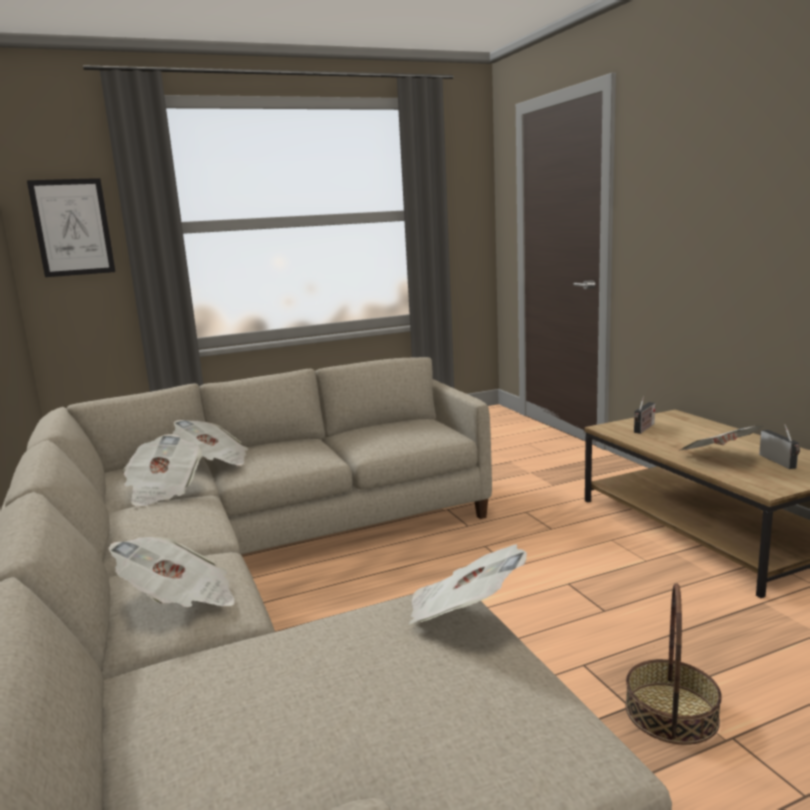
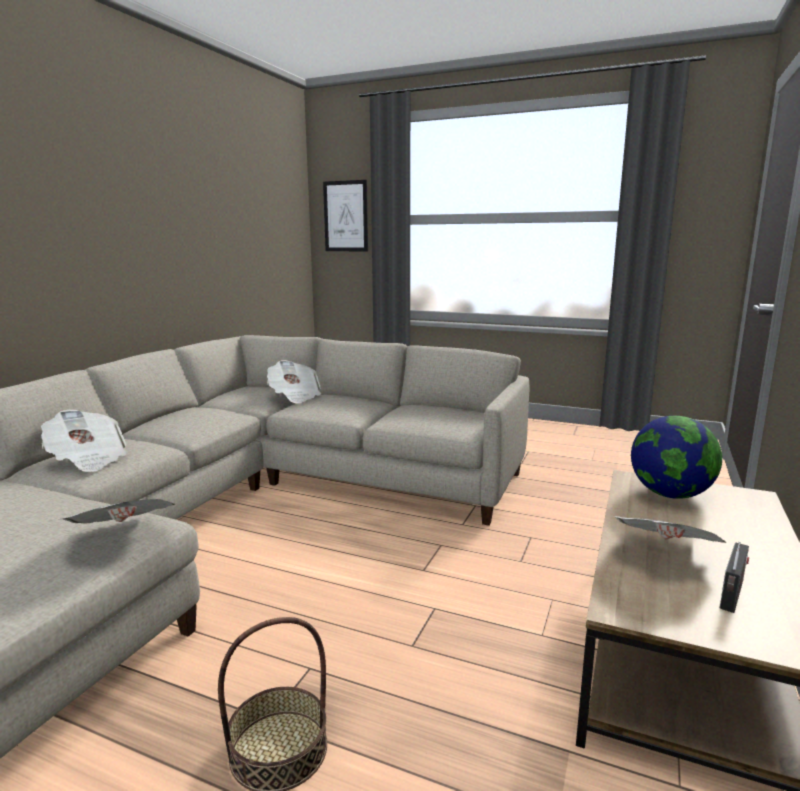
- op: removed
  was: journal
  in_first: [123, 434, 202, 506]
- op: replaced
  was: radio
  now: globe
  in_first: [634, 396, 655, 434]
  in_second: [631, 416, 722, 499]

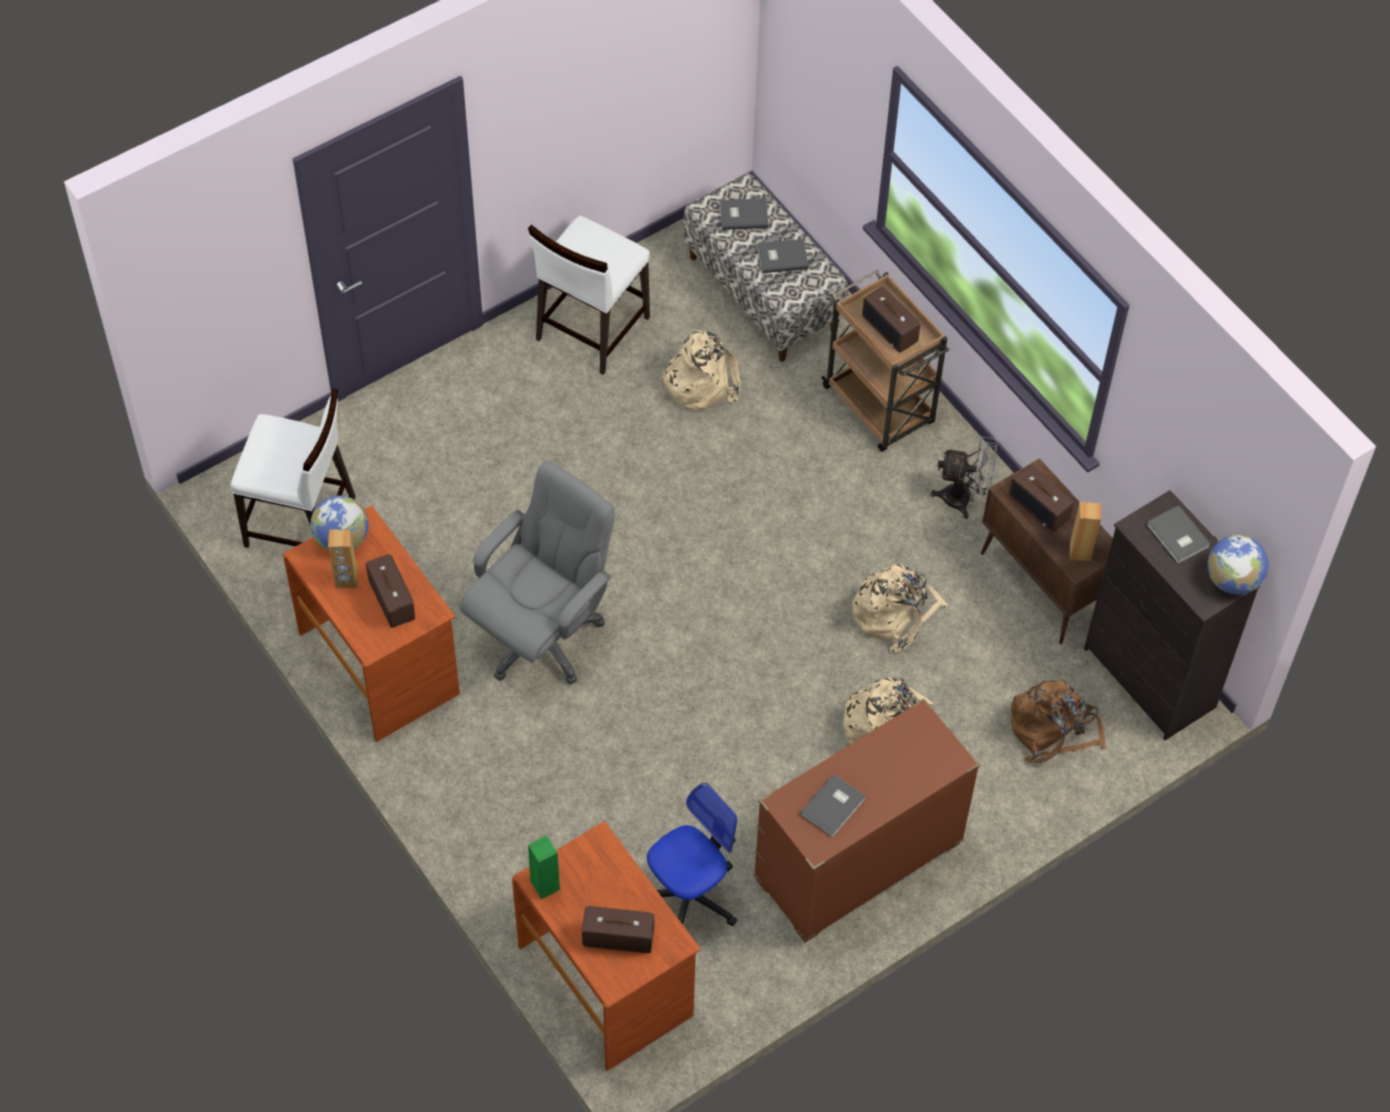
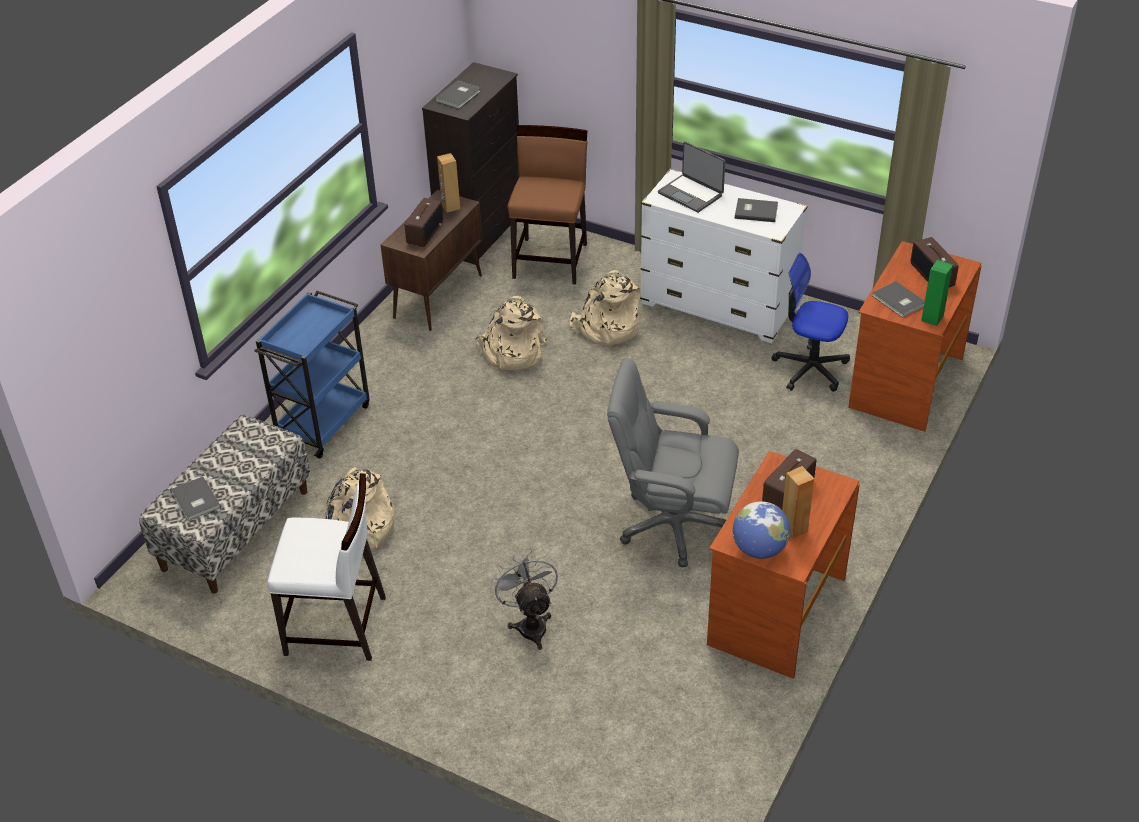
- op: removed
  was: chaise/blanc
  in_first: [230, 388, 356, 548]
- op: removed
  was: radio
  in_first: [862, 286, 920, 353]
- op: removed
  was: globe
  in_first: [1208, 535, 1269, 595]
- op: added
  now: ordinateur portable
  in_second: [658, 141, 725, 213]
- op: moved
  was: livre/gris
  in_first: [757, 239, 809, 273]
  in_second: [873, 281, 925, 318]
- op: moved
  was: ventilateur/gris
  in_first: [930, 436, 997, 519]
  in_second: [492, 551, 558, 650]
- op: replaced
  was: sac à dos/marron
  now: chaise/marron
  in_first: [1011, 680, 1106, 763]
  in_second: [508, 125, 588, 284]
- op: recoloured
  was: commode/marron
  now: commode/blanc
  in_first: [753, 699, 980, 942]
  in_second: [640, 169, 808, 343]
- op: recoloured
  was: chariot/marron
  now: chariot/bleu
  in_first: [821, 270, 949, 452]
  in_second: [254, 291, 370, 459]

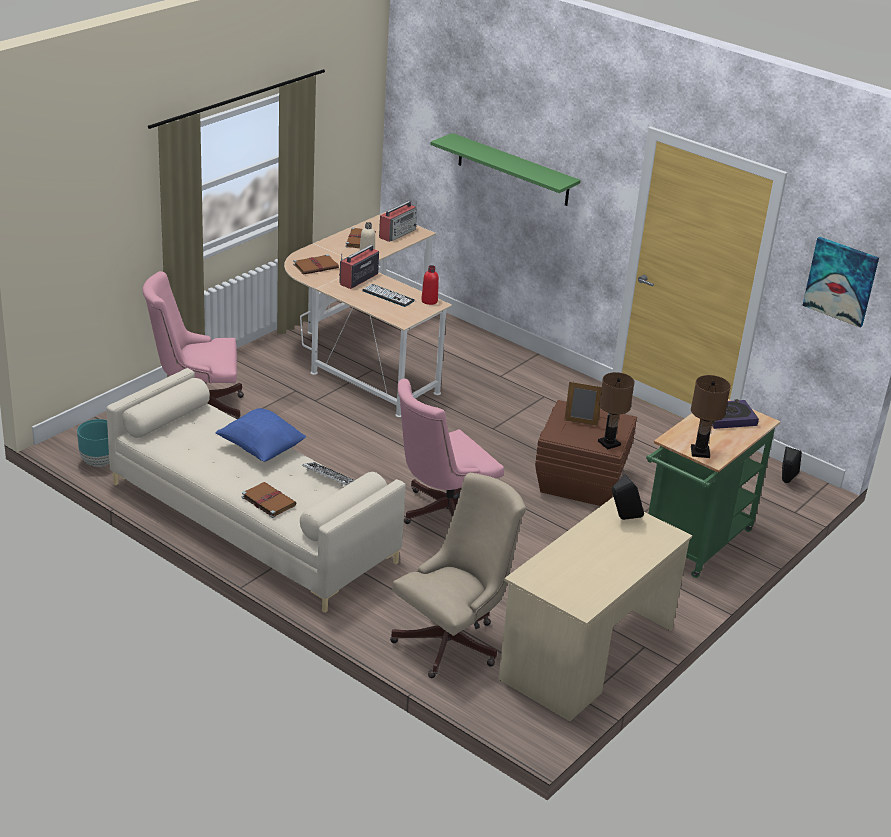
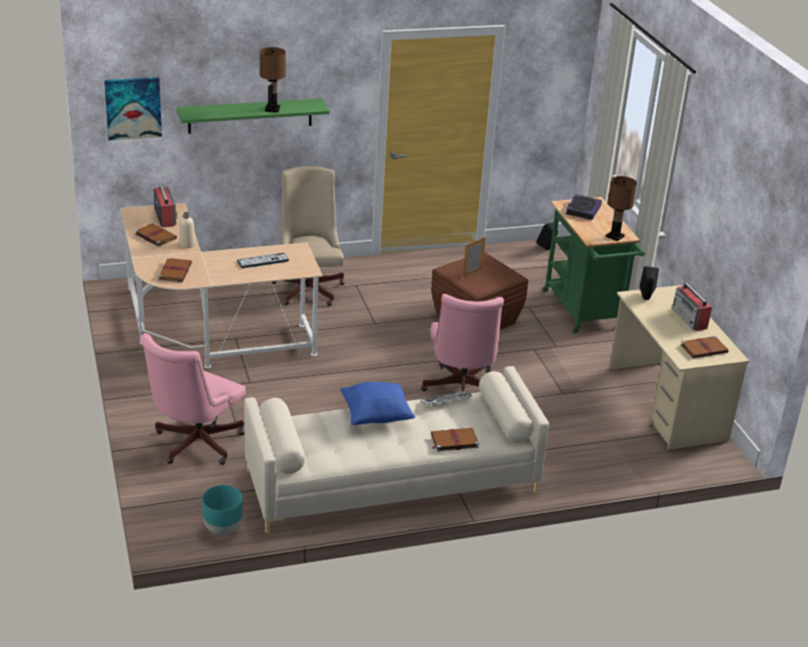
- op: removed
  was: bouteille/rouge
  in_first: [421, 265, 439, 305]
- op: added
  now: livre/marron
  in_second: [680, 336, 729, 358]
- op: moved
  was: radio
  in_first: [339, 245, 379, 289]
  in_second: [672, 283, 712, 331]
- op: moved
  was: chaise de bureau/beige
  in_first: [390, 473, 526, 678]
  in_second: [272, 166, 345, 306]
- op: moved
  was: lampe de table/marron
  in_first: [598, 372, 635, 450]
  in_second: [260, 47, 286, 112]
- op: moved
  was: tableau
  in_first: [802, 237, 879, 328]
  in_second: [104, 77, 162, 140]

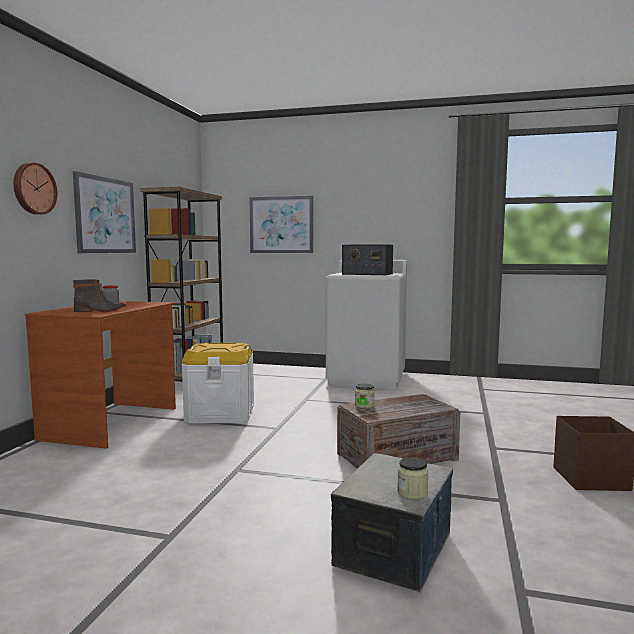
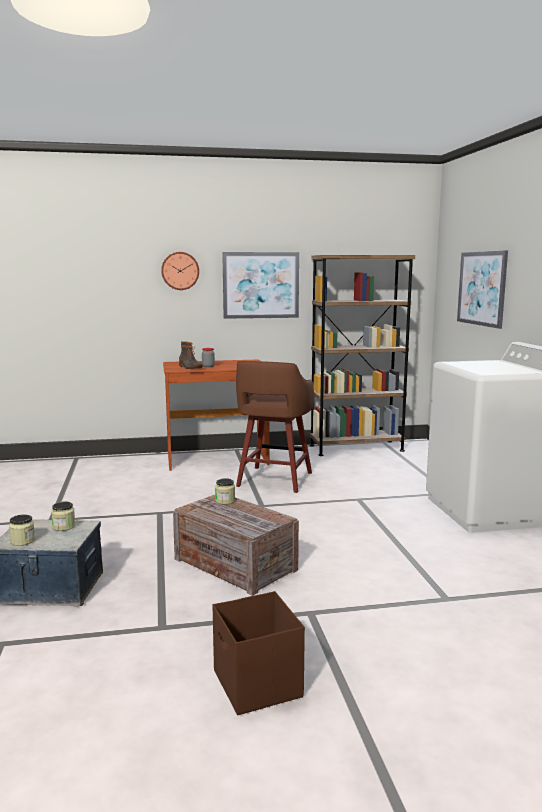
- op: removed
  was: radio
  in_first: [342, 245, 393, 275]
- op: added
  now: bocal
  in_second: [51, 502, 75, 531]
- op: replaced
  was: boîte de rangement/blanc
  now: tabouret/marron
  in_first: [182, 343, 254, 423]
  in_second: [236, 361, 314, 493]

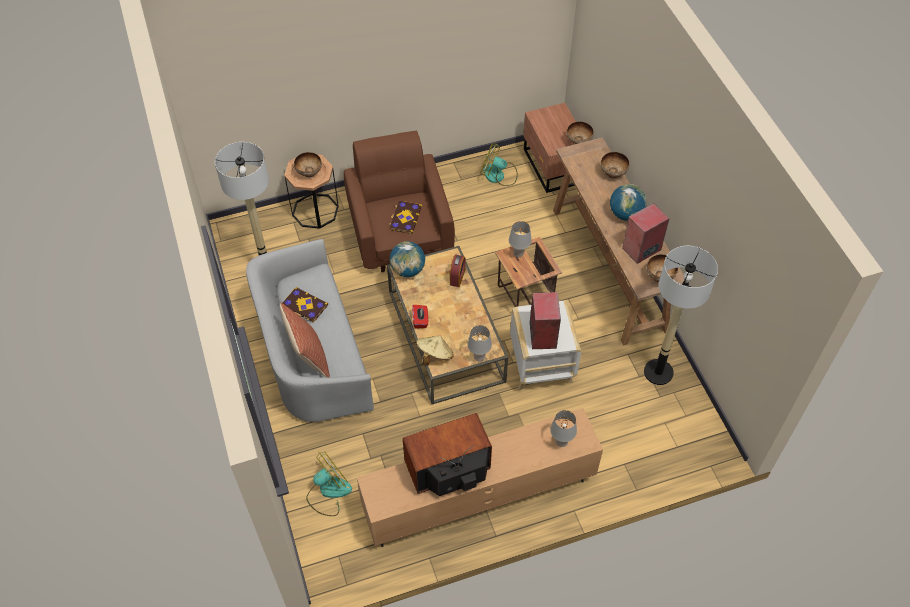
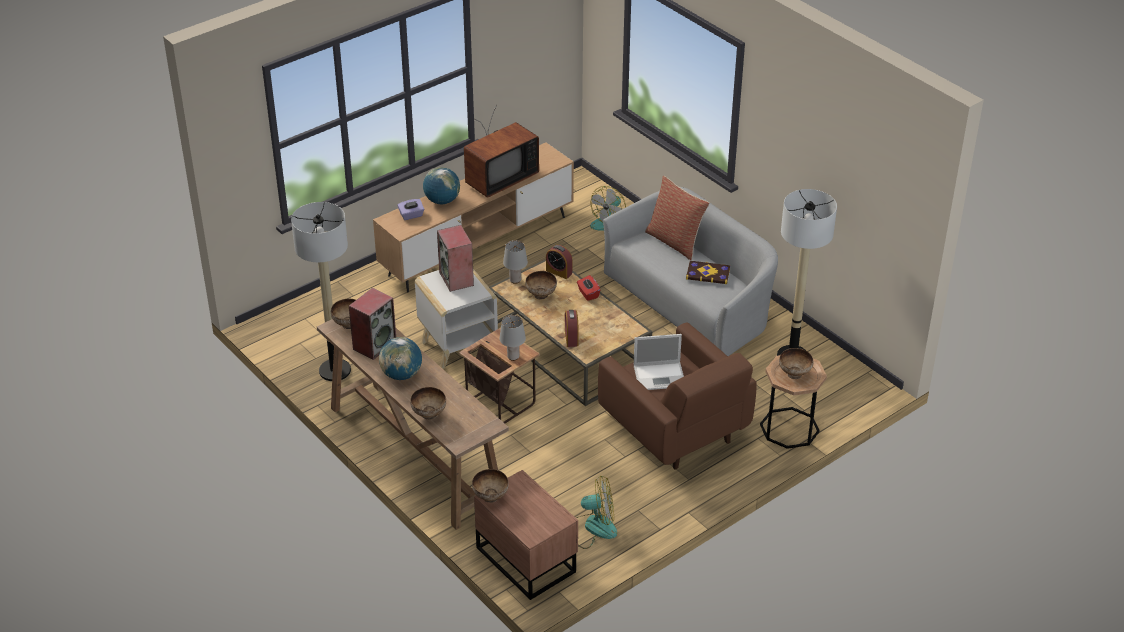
- op: added
  now: bol
  in_second: [525, 271, 557, 299]
- op: moved
  was: globe
  in_first: [390, 241, 425, 277]
  in_second: [423, 167, 460, 204]
- op: replaced
  was: livre
  now: ordinateur portable
  in_first: [390, 201, 422, 234]
  in_second: [634, 334, 684, 390]
- op: replaced
  was: chapeau/beige
  now: réveil
  in_first: [416, 335, 454, 365]
  in_second: [546, 245, 572, 279]
- op: replaced
  was: lampe de table/gris
  now: boîte à mouchoirs/violet
  in_first: [550, 410, 577, 447]
  in_second: [397, 199, 424, 220]

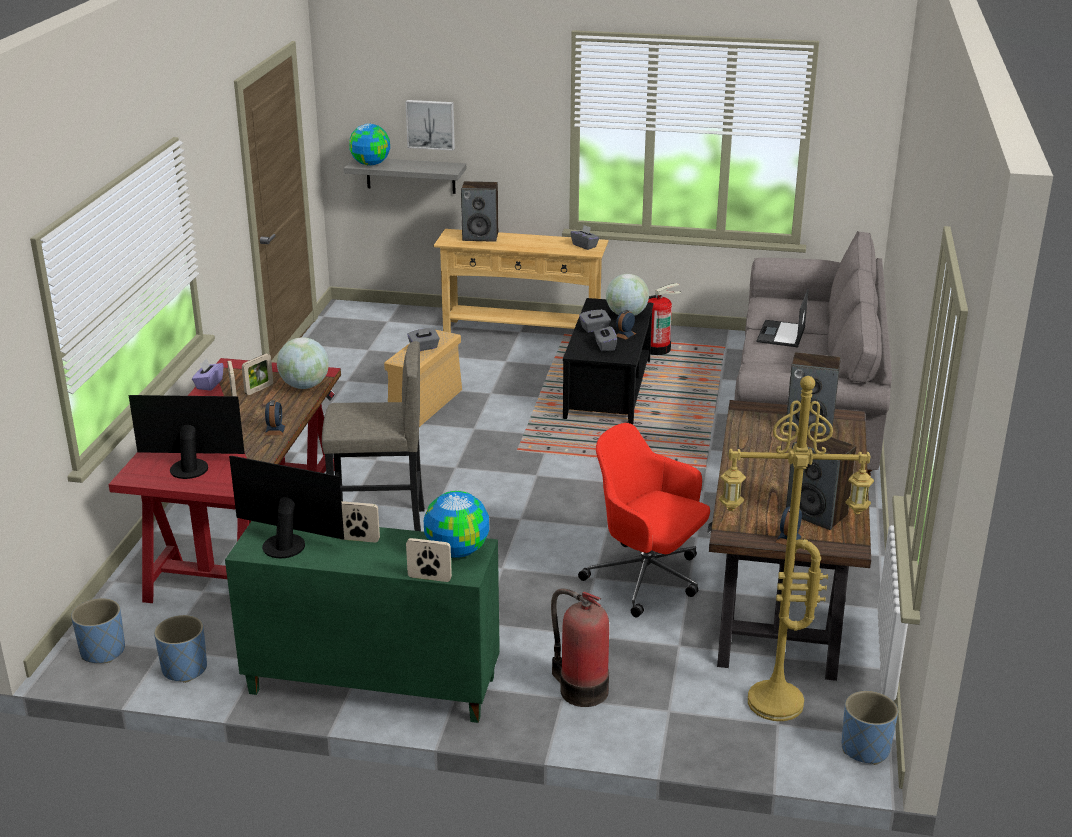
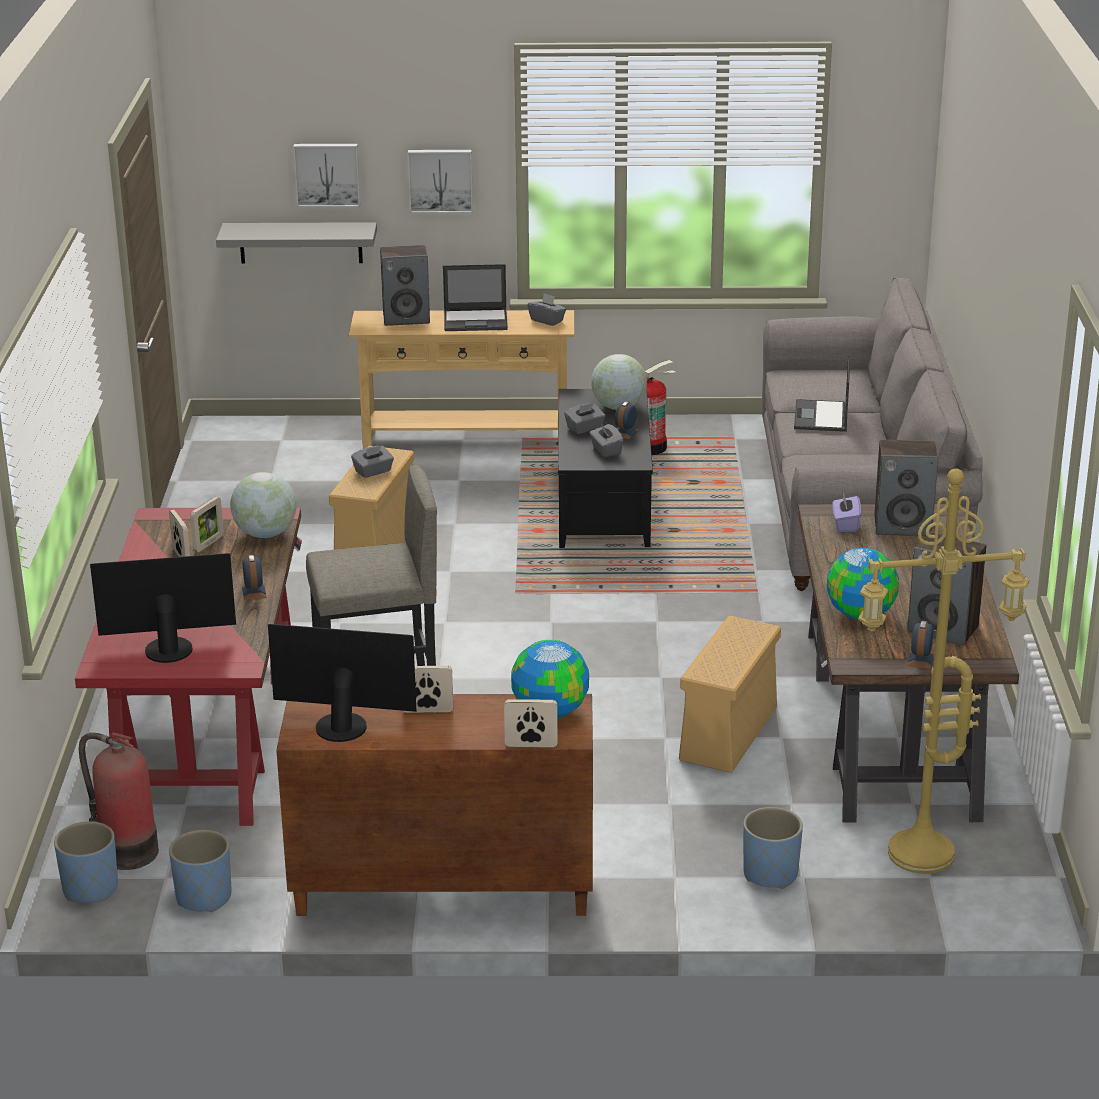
- op: added
  now: tableau
  in_second: [408, 150, 473, 213]
- op: added
  now: ordinateur portable
  in_second: [443, 264, 508, 331]
- op: moved
  was: boîte à mouchoirs/violet
  in_first: [192, 359, 224, 391]
  in_second: [832, 492, 861, 532]
- op: moved
  was: globe
  in_first: [349, 123, 390, 166]
  in_second: [827, 548, 899, 620]
- op: moved
  was: extincteur
  in_first: [551, 589, 609, 707]
  in_second: [79, 732, 159, 870]
- op: moved
  was: cache-pot/bleu
  in_first: [842, 691, 898, 765]
  in_second: [743, 807, 803, 889]
- op: replaced
  was: chaise de bureau/rouge
  now: boîte de rangement/beige
  in_first: [578, 423, 710, 617]
  in_second: [679, 615, 781, 773]
- op: recoloured
  was: meuble de rangement/vert
  now: meuble de rangement/marron
  in_first: [225, 521, 500, 723]
  in_second: [276, 694, 593, 916]

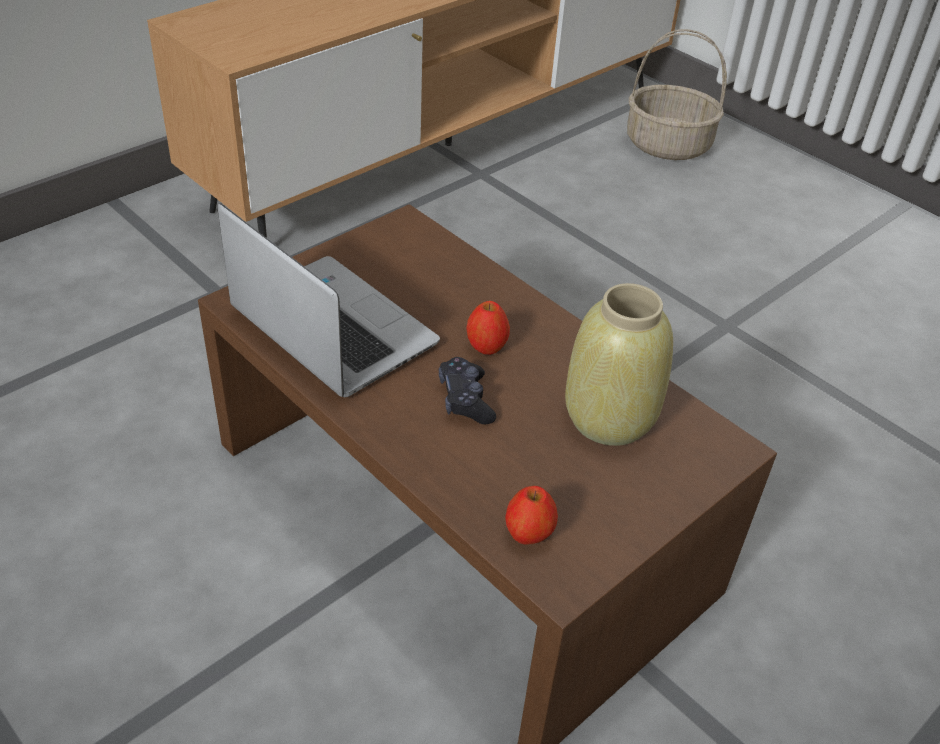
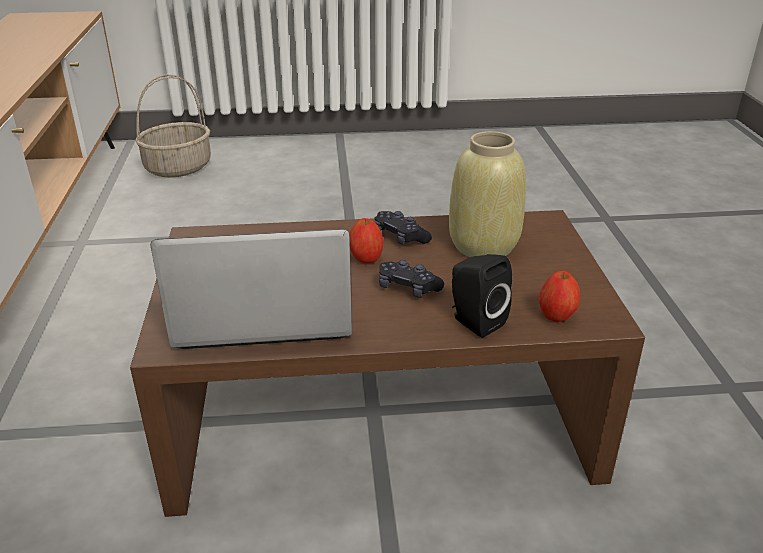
- op: added
  now: manette/noir
  in_second: [374, 211, 432, 245]
- op: added
  now: enceinte/noir
  in_second: [452, 254, 512, 338]

